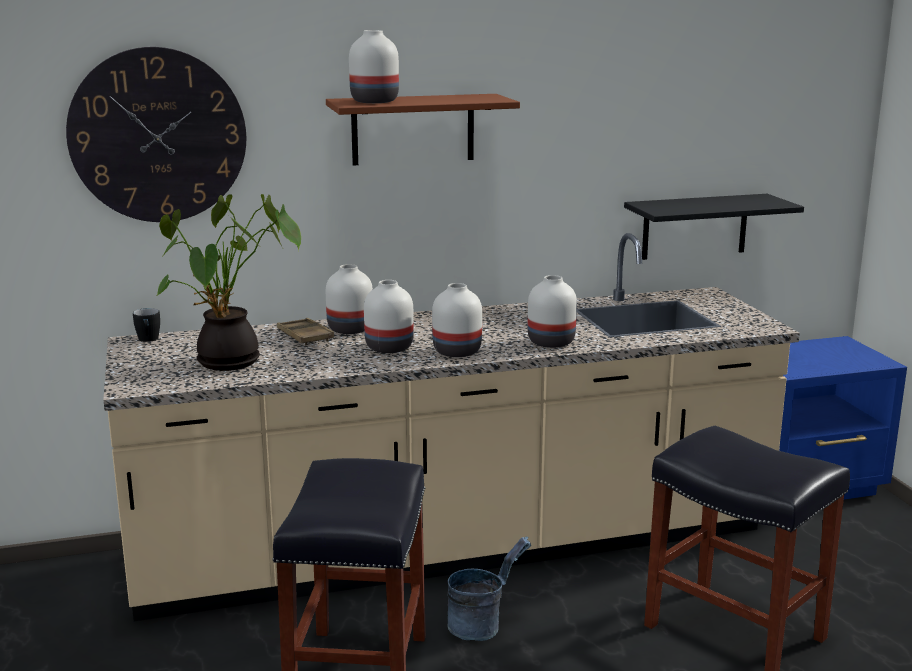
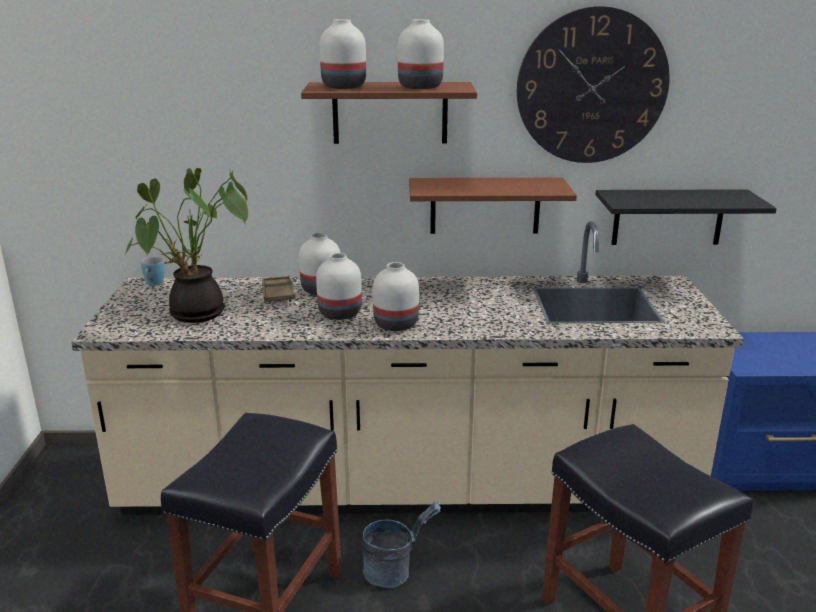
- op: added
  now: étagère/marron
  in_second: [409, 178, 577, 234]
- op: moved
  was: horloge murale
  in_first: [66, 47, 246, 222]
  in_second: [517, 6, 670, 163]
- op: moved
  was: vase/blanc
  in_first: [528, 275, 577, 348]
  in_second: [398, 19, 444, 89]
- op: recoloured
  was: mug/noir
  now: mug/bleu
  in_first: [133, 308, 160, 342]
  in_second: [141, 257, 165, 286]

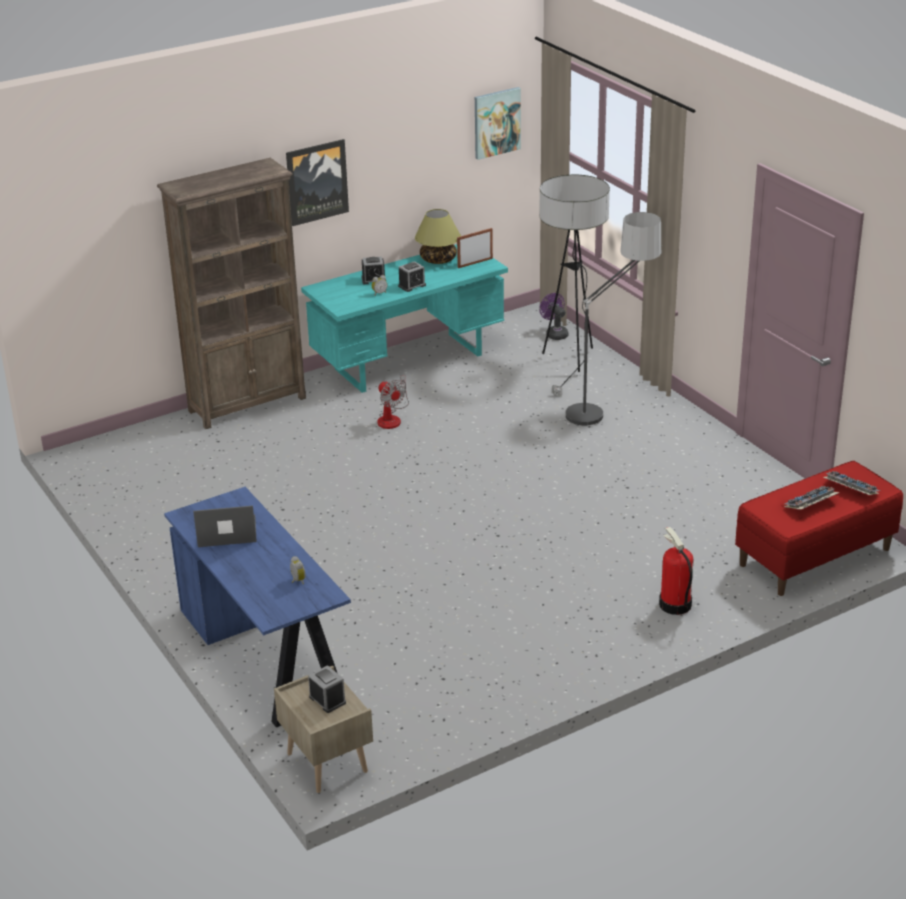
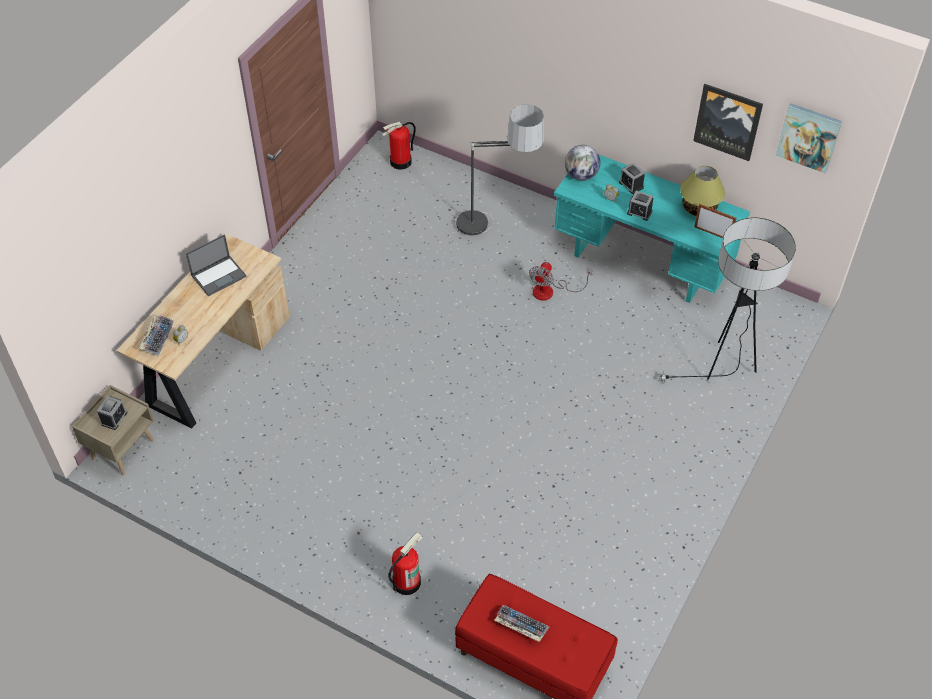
- op: removed
  was: bibliothèque/marron
  in_first: [157, 158, 306, 429]
- op: removed
  was: ventilateur/violet
  in_first: [539, 293, 569, 340]
- op: added
  now: extincteur
  in_second: [381, 122, 416, 170]
- op: added
  now: globe
  in_second: [565, 145, 600, 181]
- op: moved
  was: tableau
  in_first: [286, 139, 349, 226]
  in_second: [693, 84, 763, 161]
- op: moved
  was: lampadaire
  in_first: [563, 212, 661, 426]
  in_second: [454, 104, 544, 236]
- op: moved
  was: clavier
  in_first: [823, 471, 880, 495]
  in_second: [139, 315, 174, 357]
- op: recoloured
  was: bureau/bleu
  now: bureau/beige
  in_first: [164, 487, 351, 728]
  in_second: [117, 233, 290, 429]
- op: turned
  was: ordinateur portable
  in_first: [193, 506, 257, 547]
  in_second: [186, 234, 247, 296]
  clockwise: 90

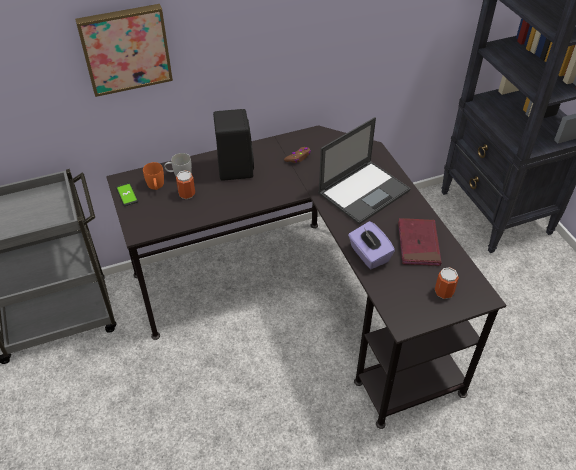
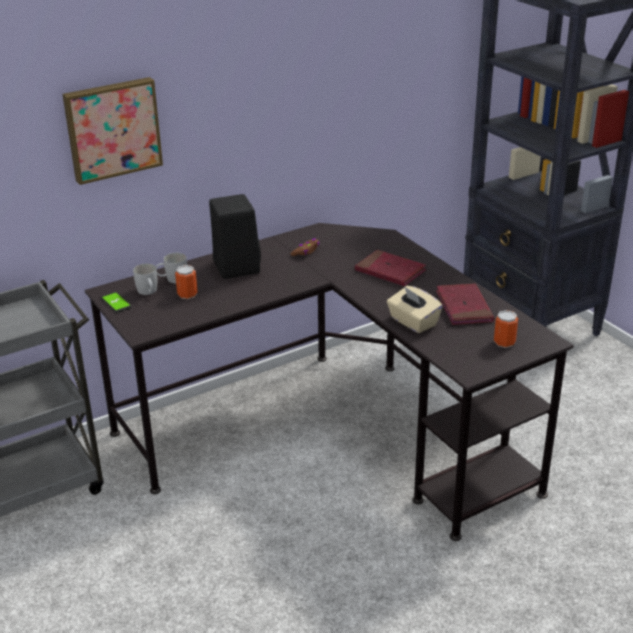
- op: replaced
  was: ordinateur portable
  now: livre/rouge
  in_first: [318, 117, 411, 225]
  in_second: [355, 250, 426, 286]
- op: recoloured
  was: mug/orange
  now: mug/blanc
  in_first: [143, 162, 164, 190]
  in_second: [133, 264, 157, 295]
- op: recoloured
  was: boîte à mouchoirs/violet
  now: boîte à mouchoirs/beige
  in_first: [348, 221, 395, 269]
  in_second: [387, 286, 443, 333]

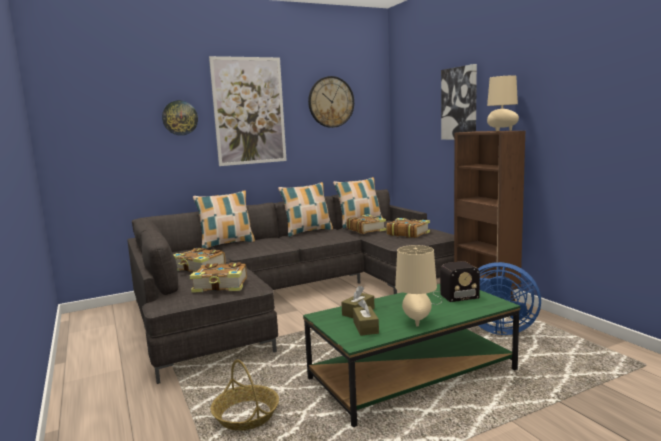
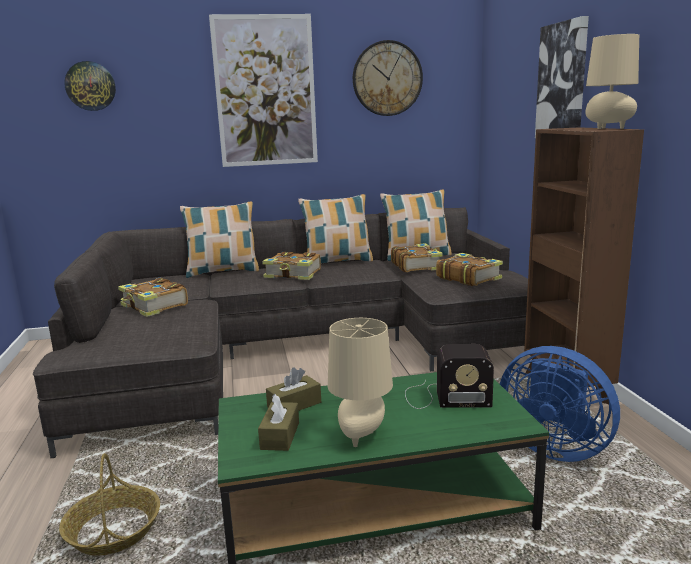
- op: moved
  was: horloge murale
  in_first: [162, 100, 198, 136]
  in_second: [64, 61, 116, 111]
- op: moved
  was: livre
  in_first: [190, 263, 247, 293]
  in_second: [262, 252, 321, 280]

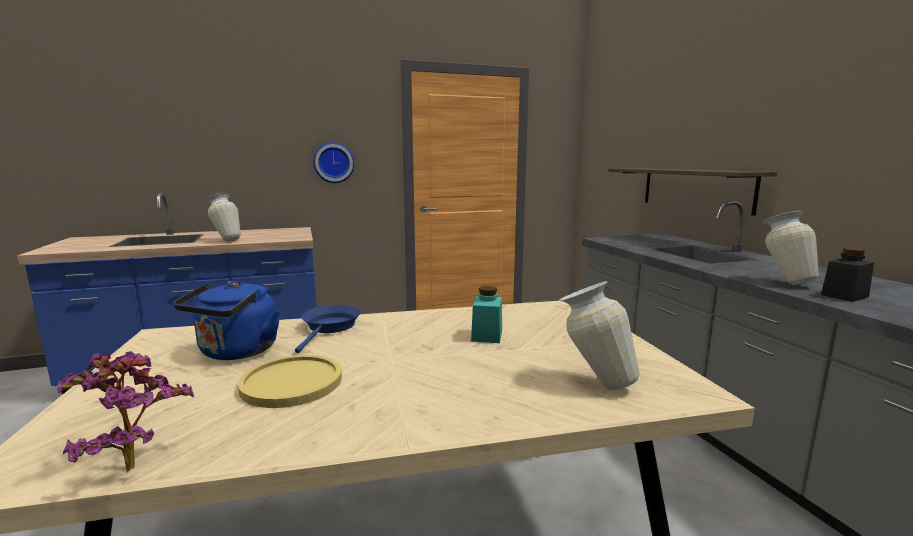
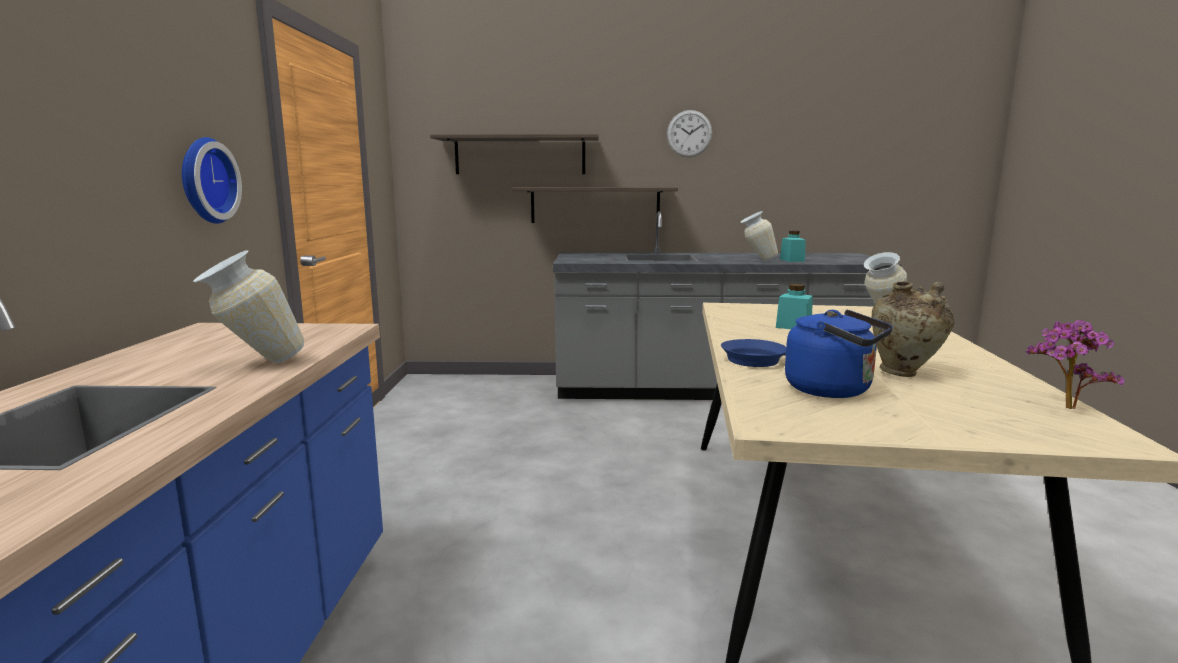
- op: added
  now: étagère
  in_second: [430, 134, 599, 174]
- op: added
  now: horloge murale
  in_second: [667, 110, 712, 157]
- op: replaced
  was: assiette/jaune
  now: vase/beige
  in_first: [238, 355, 342, 408]
  in_second: [871, 281, 954, 377]
- op: recoloured
  was: bocal/noir
  now: bocal/turquoise
  in_first: [821, 247, 874, 302]
  in_second: [780, 231, 806, 262]

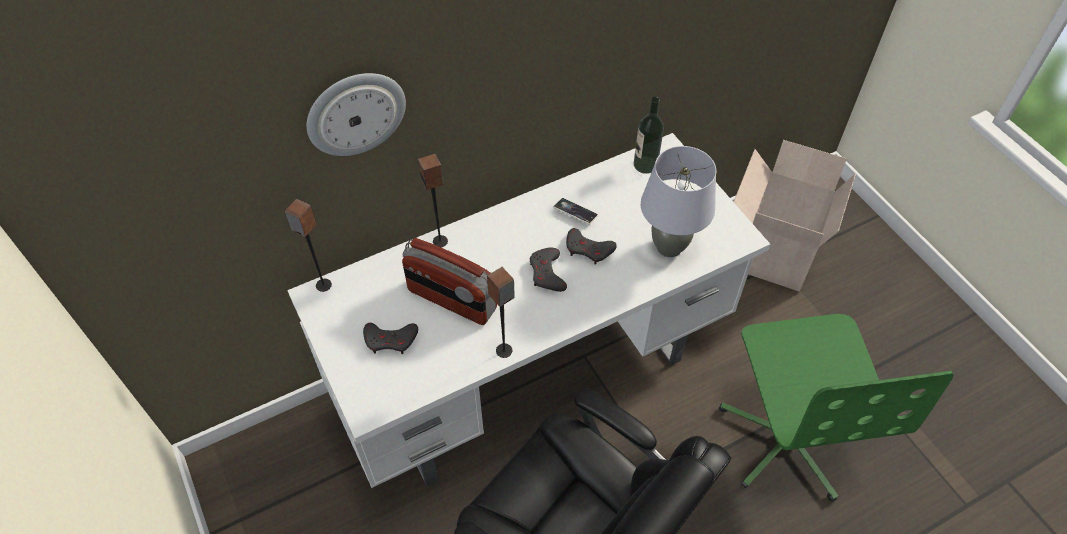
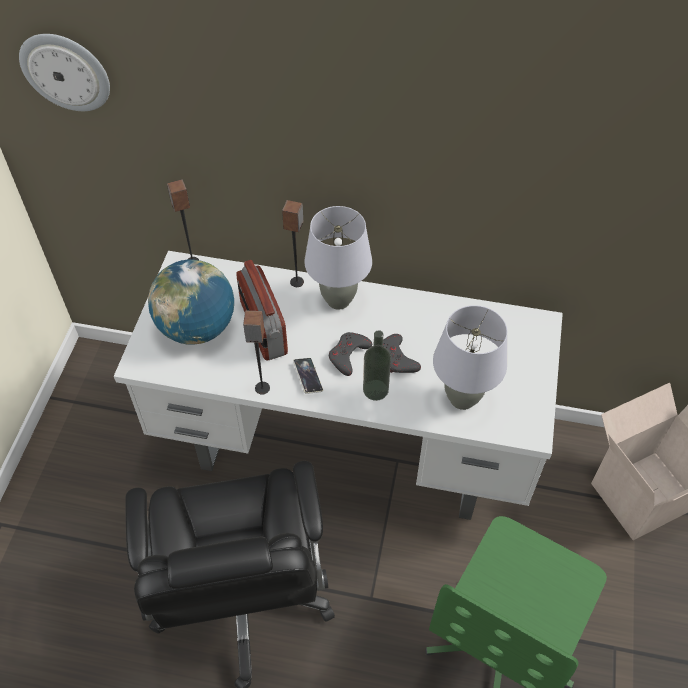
- op: added
  now: lampe de table/gris
  in_second: [304, 206, 372, 310]
- op: moved
  was: horloge murale
  in_first: [307, 73, 406, 156]
  in_second: [19, 34, 110, 111]
- op: moved
  was: téléphone
  in_first: [553, 198, 598, 224]
  in_second: [293, 358, 323, 394]
- op: moved
  was: bouteille
  in_first: [634, 96, 664, 174]
  in_second: [363, 330, 391, 401]
- op: replaced
  was: manette/gris
  now: globe
  in_first: [363, 323, 418, 354]
  in_second: [148, 260, 234, 345]

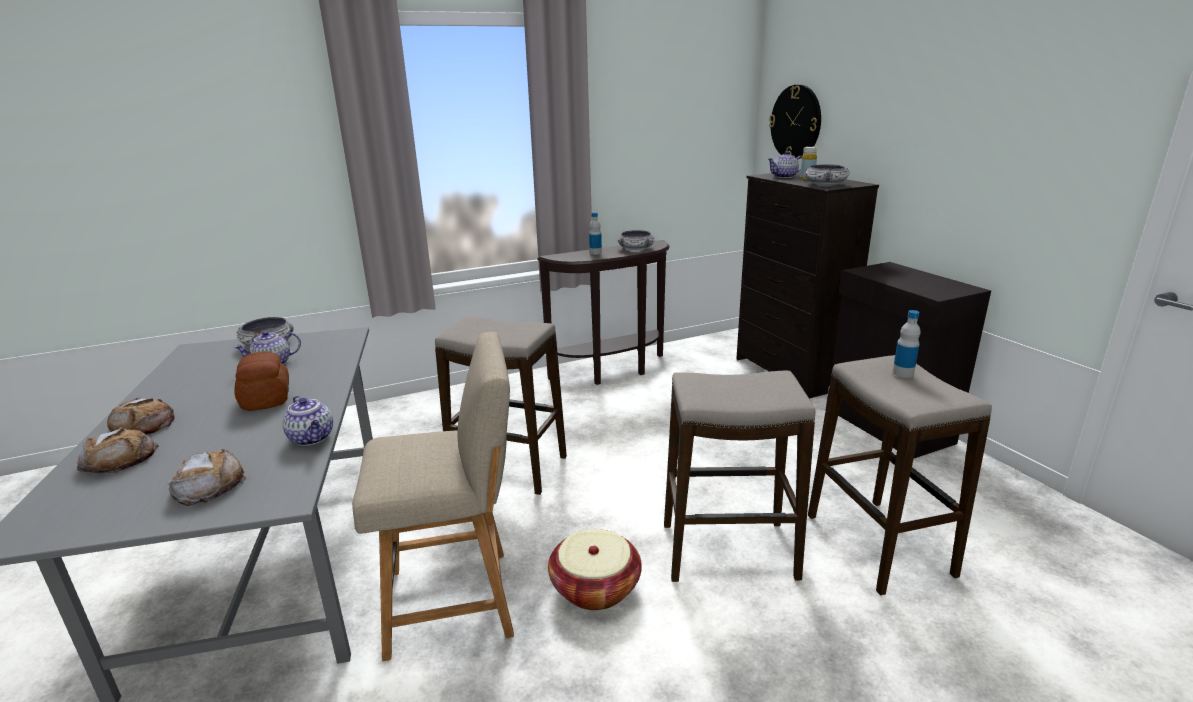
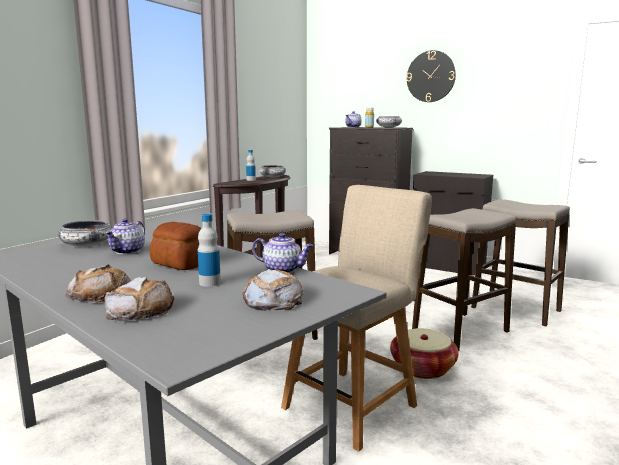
- op: moved
  was: horloge murale
  in_first: [769, 84, 821, 159]
  in_second: [406, 50, 456, 102]
- op: moved
  was: bouteille
  in_first: [892, 310, 921, 378]
  in_second: [198, 214, 221, 287]

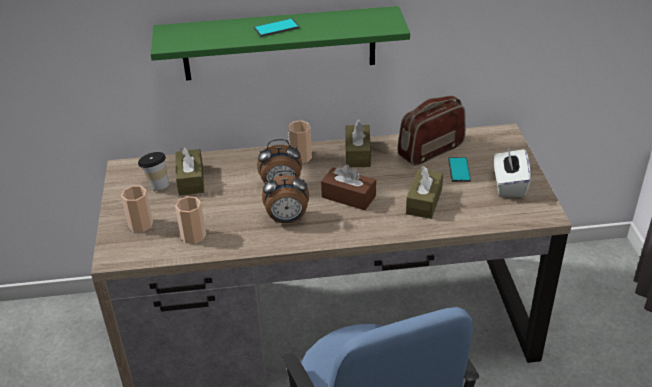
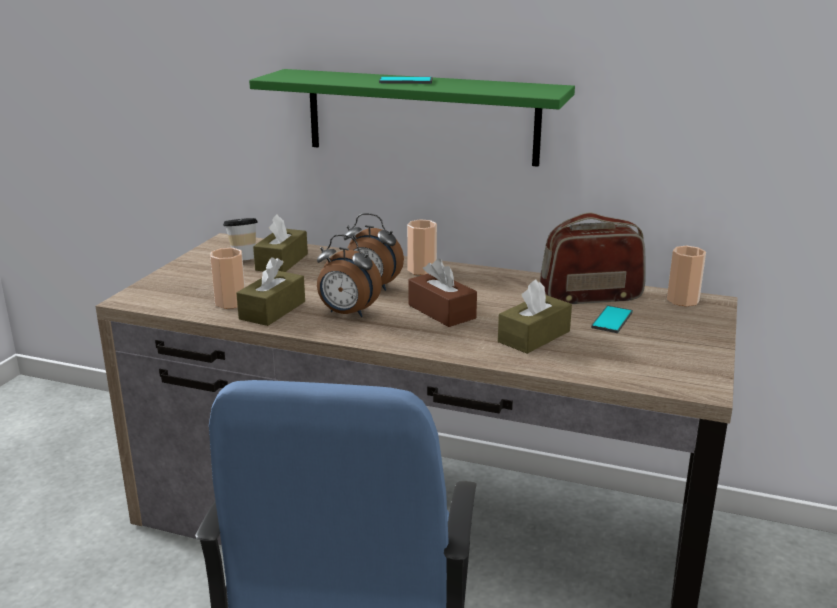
- op: removed
  was: boîte à mouchoirs/blanc
  in_first: [494, 147, 531, 197]
- op: moved
  was: tasse
  in_first: [121, 186, 153, 232]
  in_second: [667, 246, 706, 306]
- op: moved
  was: boîte à mouchoirs/marron
  in_first: [345, 119, 371, 167]
  in_second: [236, 257, 305, 326]

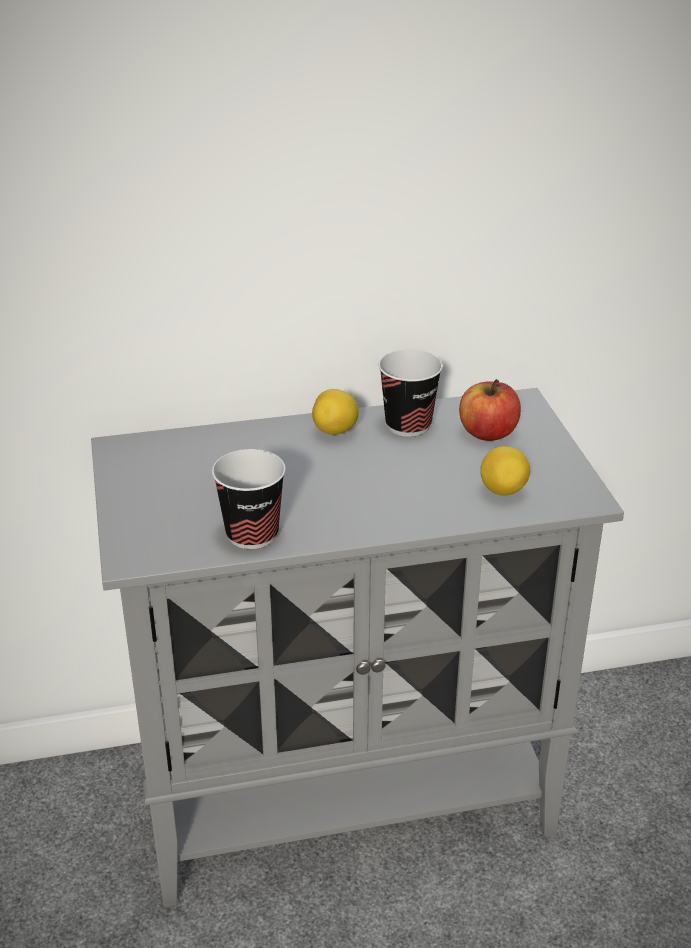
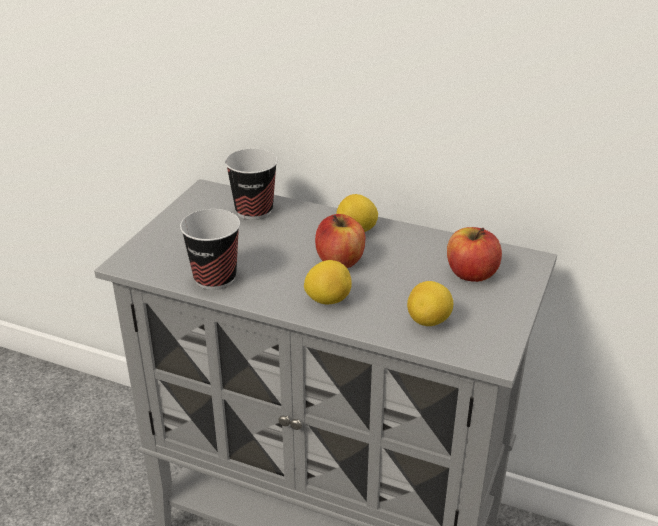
- op: added
  now: citron
  in_second: [304, 260, 352, 304]
- op: added
  now: pomme
  in_second: [315, 214, 365, 268]
- op: moved
  was: tasse
  in_first: [379, 349, 443, 437]
  in_second: [225, 149, 278, 220]

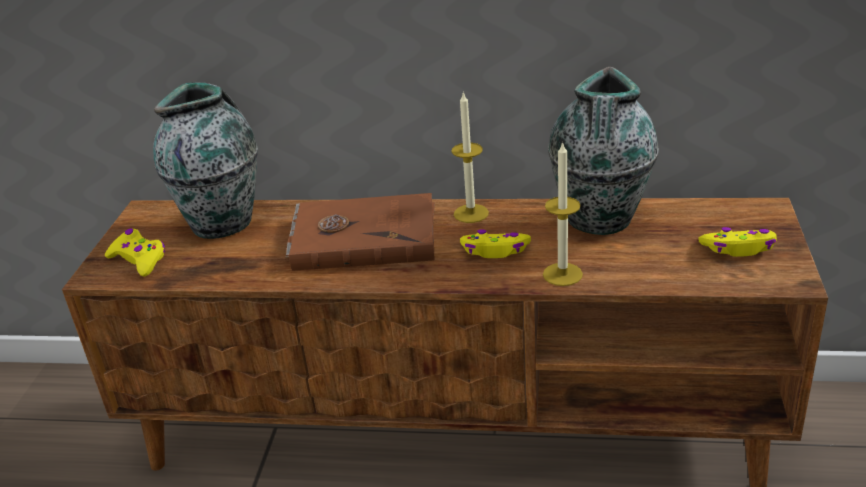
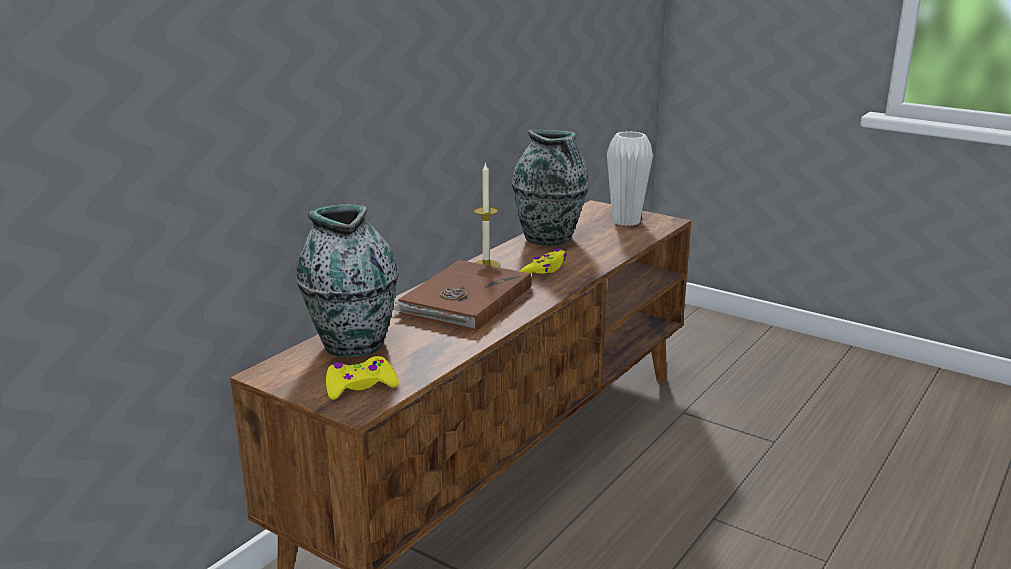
- op: removed
  was: bougie
  in_first: [543, 141, 583, 286]
- op: replaced
  was: manette/jaune
  now: vase/blanc
  in_first: [698, 227, 777, 257]
  in_second: [607, 131, 653, 226]

